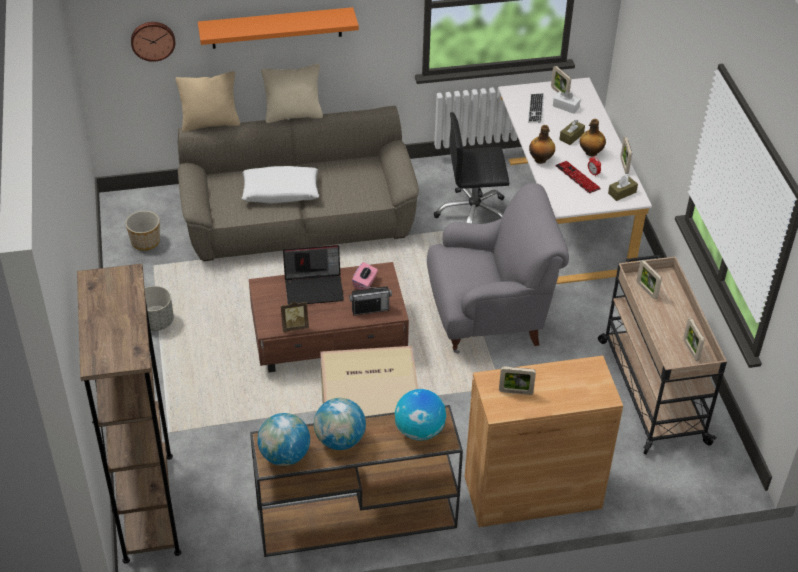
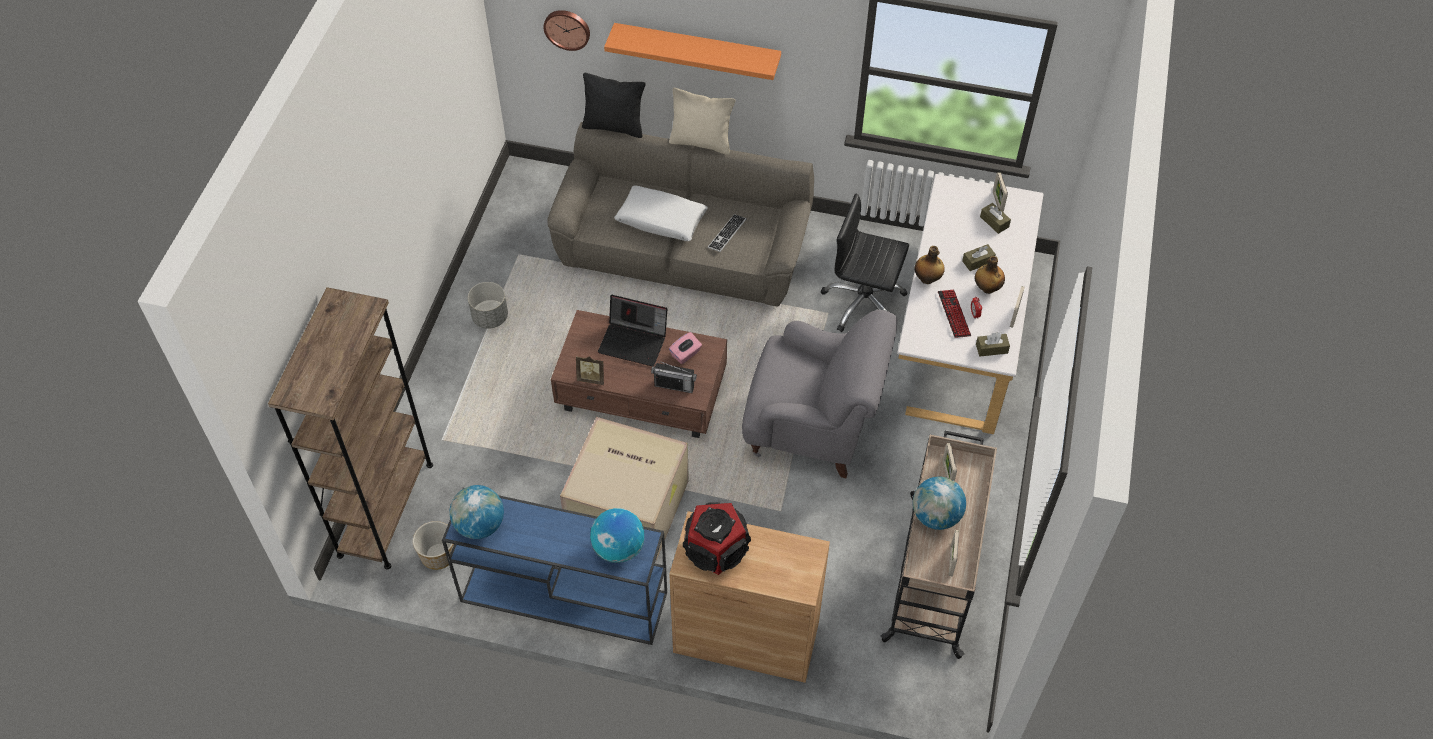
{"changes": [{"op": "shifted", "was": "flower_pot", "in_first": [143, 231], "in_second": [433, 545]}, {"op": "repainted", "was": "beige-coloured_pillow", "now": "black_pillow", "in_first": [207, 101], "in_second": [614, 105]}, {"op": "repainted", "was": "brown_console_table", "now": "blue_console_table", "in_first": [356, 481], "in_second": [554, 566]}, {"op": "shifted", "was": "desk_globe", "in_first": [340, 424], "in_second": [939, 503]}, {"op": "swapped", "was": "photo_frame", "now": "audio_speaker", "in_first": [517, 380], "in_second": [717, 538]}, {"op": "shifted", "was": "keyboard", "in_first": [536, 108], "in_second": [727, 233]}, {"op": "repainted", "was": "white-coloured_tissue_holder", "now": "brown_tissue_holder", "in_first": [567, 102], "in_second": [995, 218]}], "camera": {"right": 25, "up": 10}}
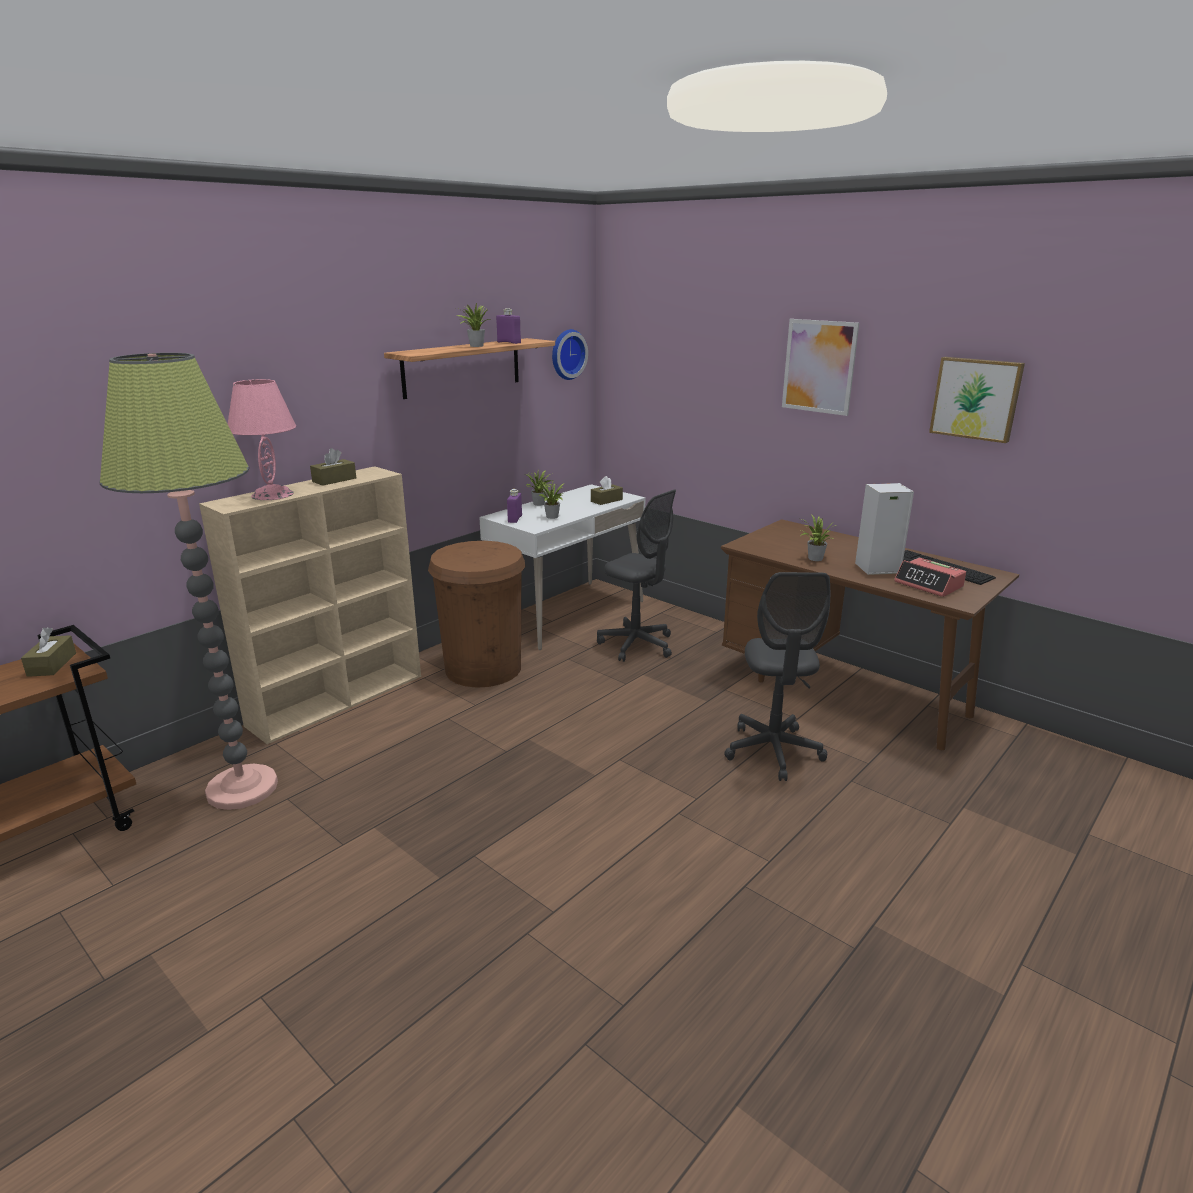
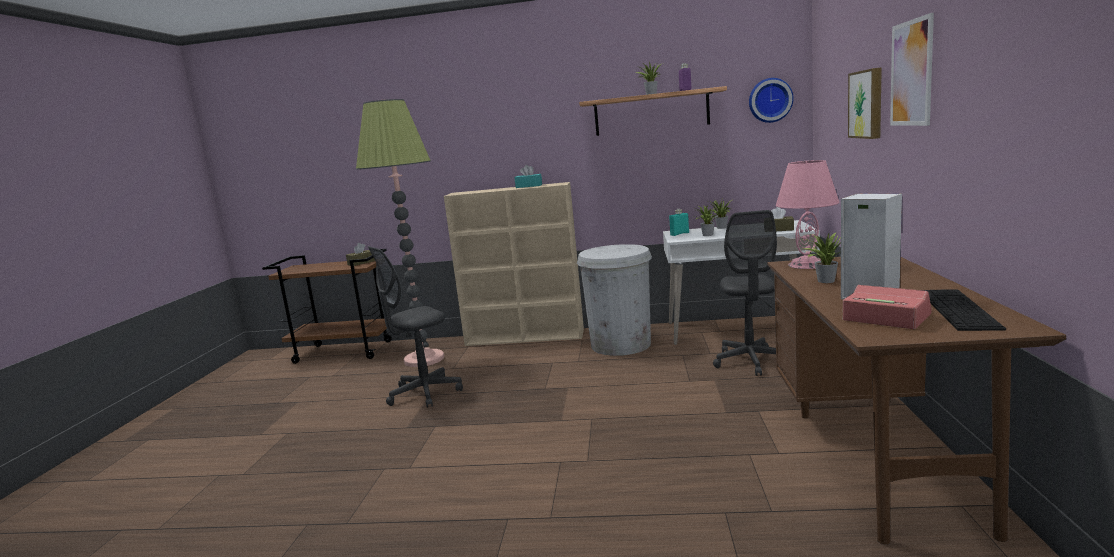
{"changes": [{"op": "shifted", "was": "pink_tabletop_lamp", "in_first": [262, 439], "in_second": [808, 214]}, {"op": "repainted", "was": "brown_tissue_holder", "now": "turquoise-coloured_tissue_holder", "in_first": [333, 467], "in_second": [528, 176]}, {"op": "repainted", "was": "brown_trash_can", "now": "white-coloured_trash_can", "in_first": [476, 614], "in_second": [614, 300]}, {"op": "repainted", "was": "purple_drink_bottle", "now": "turquoise-coloured_drink_bottle", "in_first": [514, 506], "in_second": [679, 222]}, {"op": "shifted", "was": "grey_desk_chair", "in_first": [777, 676], "in_second": [415, 327]}, {"op": "rotated", "was": "table_clock", "in_first": [930, 577], "in_second": [887, 307], "clockwise": 120}, {"op": "shifted", "was": "picture", "in_first": [977, 400], "in_second": [865, 103]}], "camera": {"right": 55, "up": -10}}
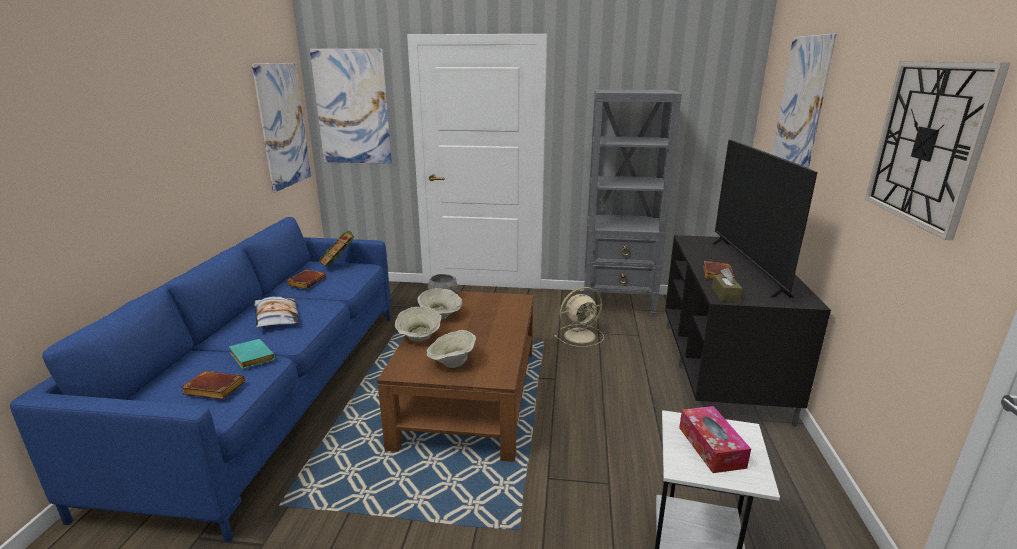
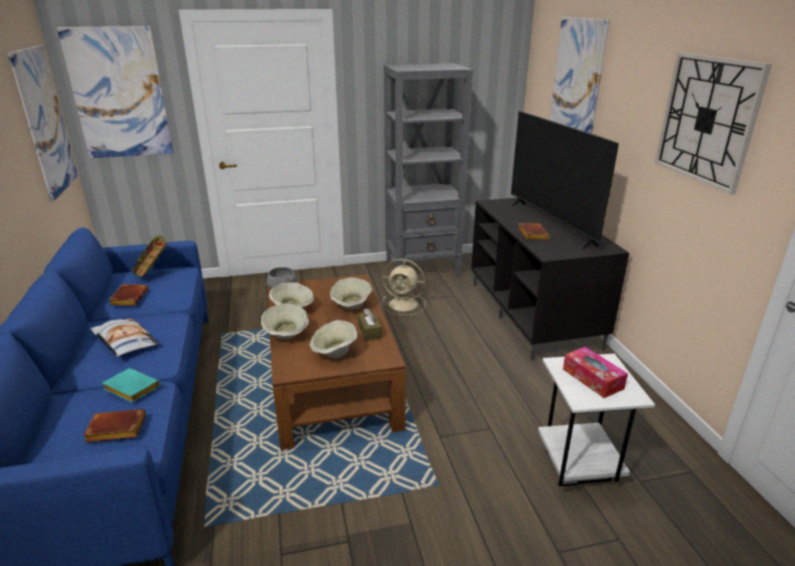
{"changes": [{"op": "rotated", "was": "beige-coloured_cooling_fan", "in_first": [579, 317], "in_second": [404, 287], "clockwise": 60}, {"op": "shifted", "was": "brown_tissue_holder", "in_first": [727, 285], "in_second": [370, 324]}, {"op": "new", "now": "beige-coloured_deep_dish", "in_second": [351, 294]}], "camera": {"right": -20, "up": 5}}
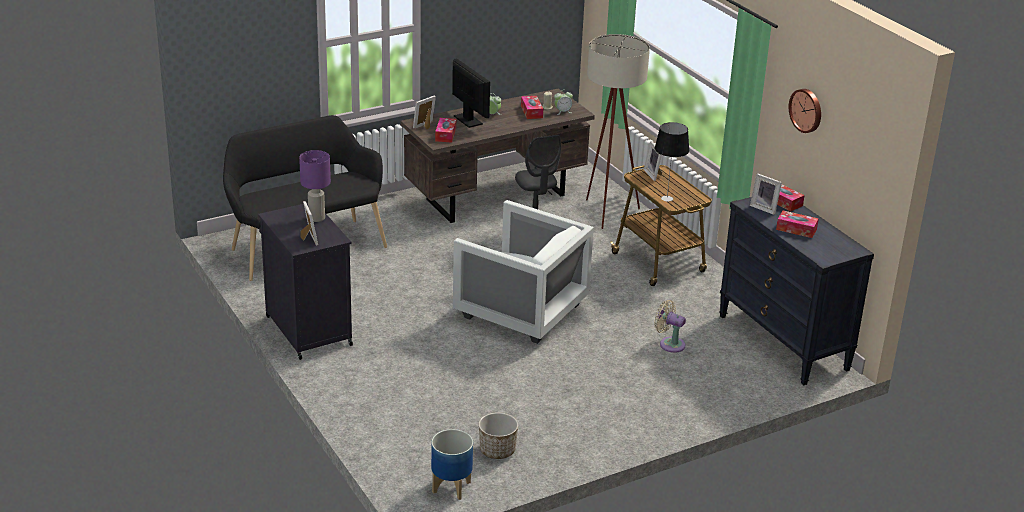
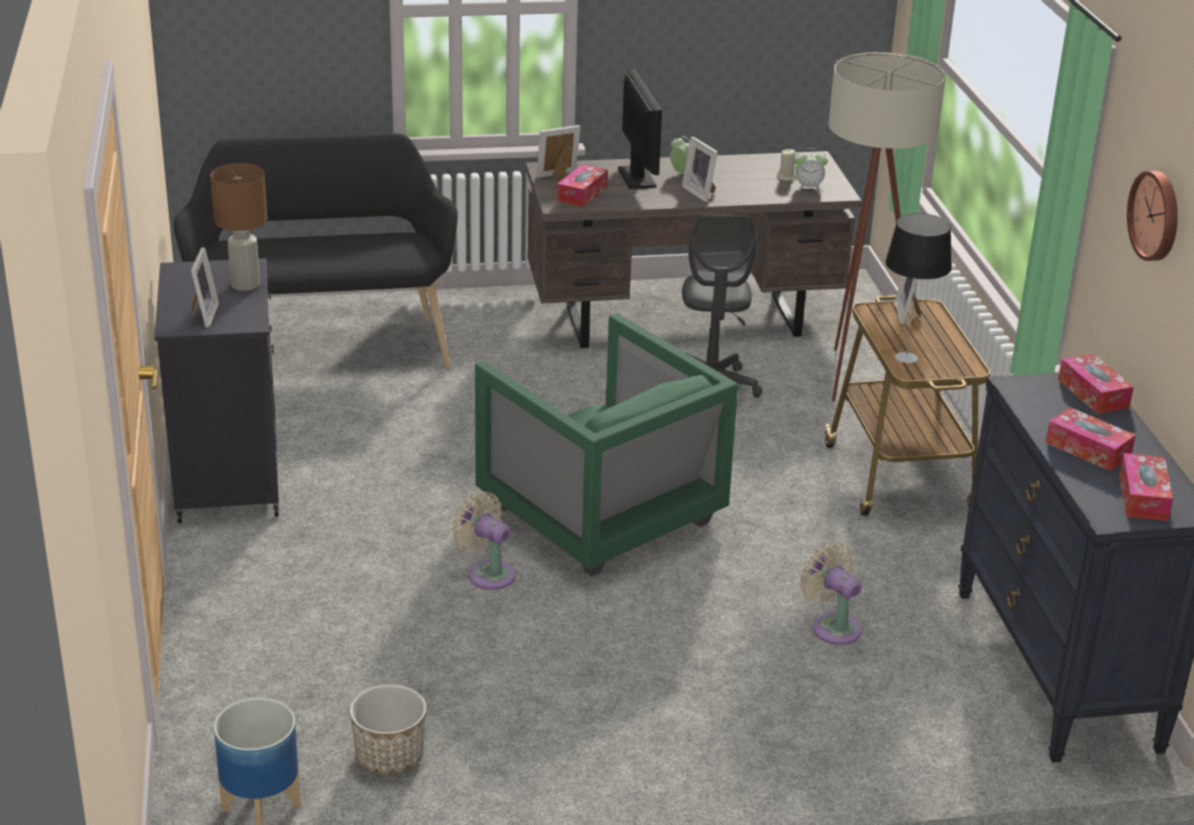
{"changes": [{"op": "repainted", "was": "purple_tabletop_lamp", "now": "brown_tabletop_lamp", "in_first": [315, 186], "in_second": [238, 227]}, {"op": "repainted", "was": "white-coloured_lounge_chair", "now": "green-coloured_lounge_chair", "in_first": [523, 272], "in_second": [606, 444]}, {"op": "shifted", "was": "tissue_holder", "in_first": [532, 107], "in_second": [1146, 487]}, {"op": "shifted", "was": "photo_frame", "in_first": [766, 194], "in_second": [700, 169]}, {"op": "new", "now": "beige-coloured_cooling_fan", "in_second": [483, 540]}], "camera": {"right": 20, "up": 0}}
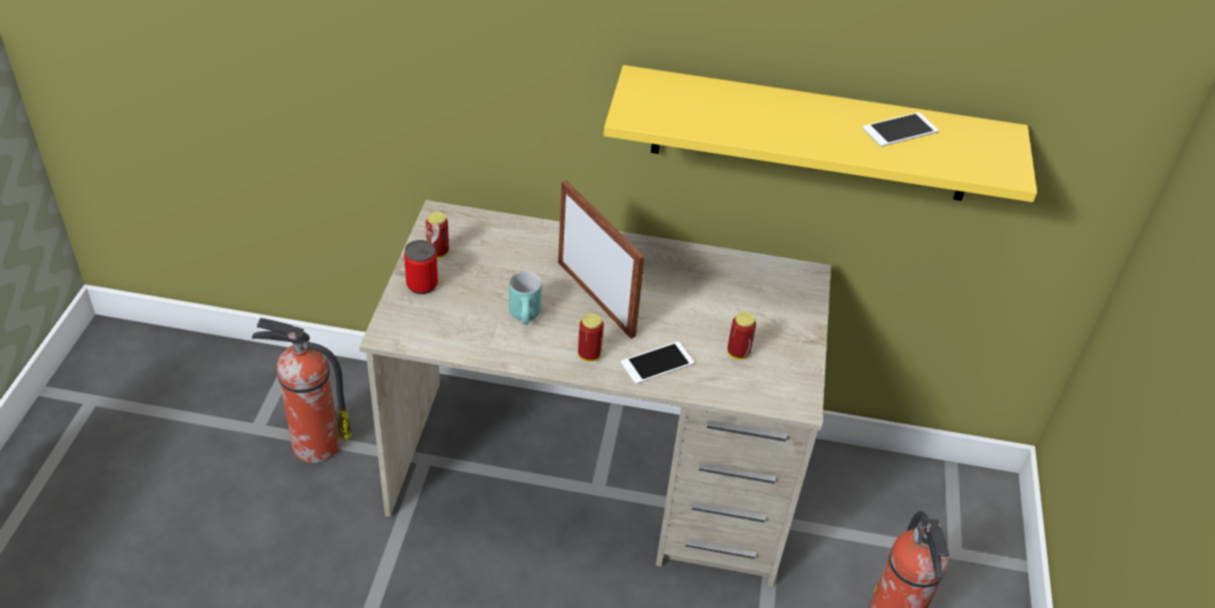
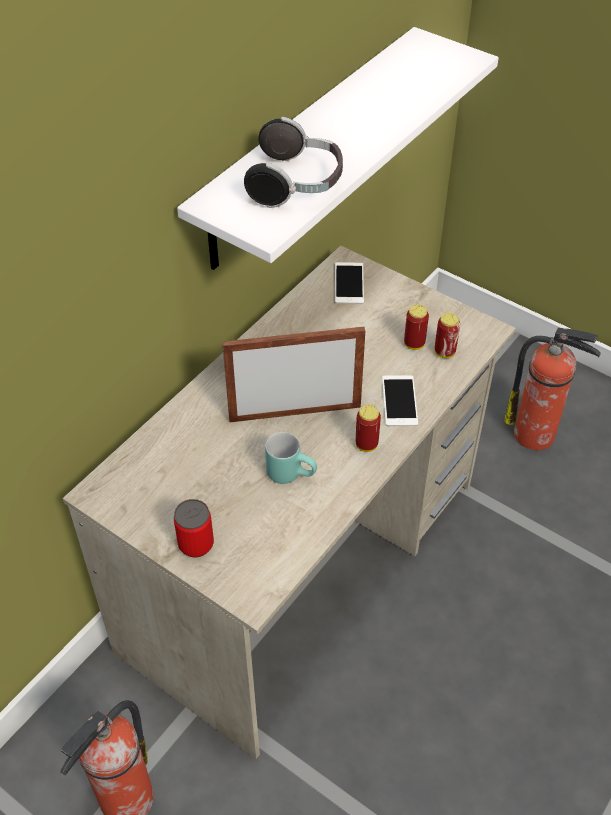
{"changes": [{"op": "shifted", "was": "can", "in_first": [437, 235], "in_second": [447, 335]}, {"op": "repainted", "was": "yellow_bracket_shelf", "now": "white-coloured_bracket_shelf", "in_first": [820, 133], "in_second": [338, 148]}, {"op": "shifted", "was": "handset", "in_first": [900, 129], "in_second": [349, 283]}, {"op": "new", "now": "headset", "in_second": [293, 162]}], "camera": {"right": -60, "up": 5}}
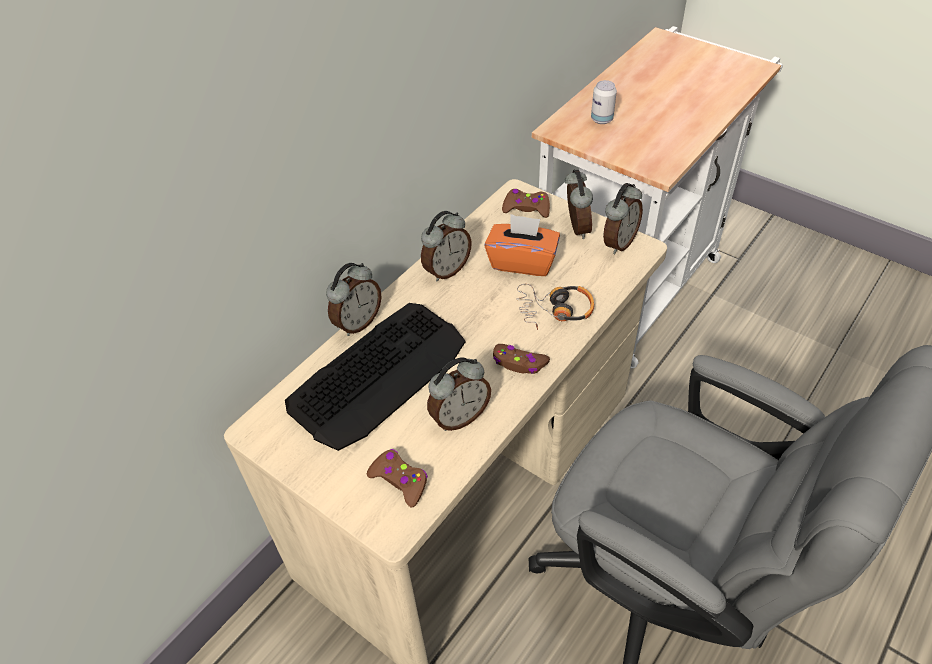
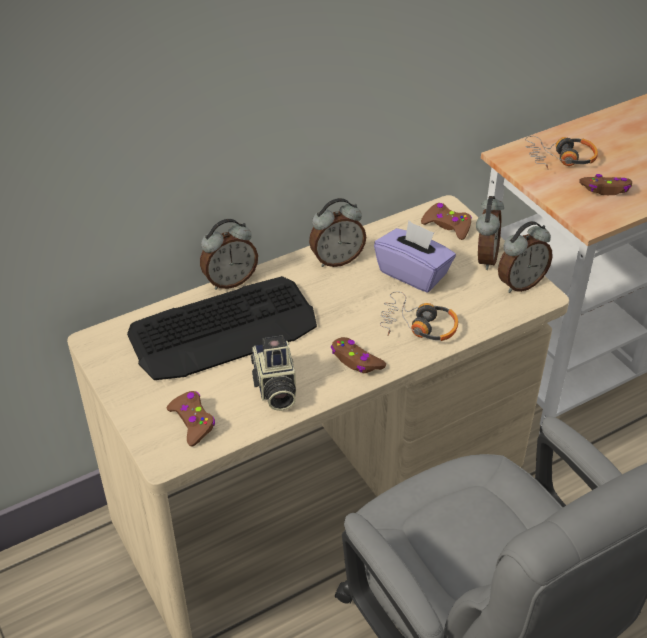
{"changes": [{"op": "swapped", "was": "table_clock", "now": "still_camera", "in_first": [459, 394], "in_second": [273, 373]}, {"op": "repainted", "was": "orange-coloured_tissue_holder", "now": "purple_tissue_holder", "in_first": [522, 245], "in_second": [415, 256]}, {"op": "swapped", "was": "can", "now": "headset", "in_first": [604, 102], "in_second": [561, 152]}, {"op": "new", "now": "brown_game_controller", "in_second": [605, 184]}], "camera": {"right": 20, "up": -5}}
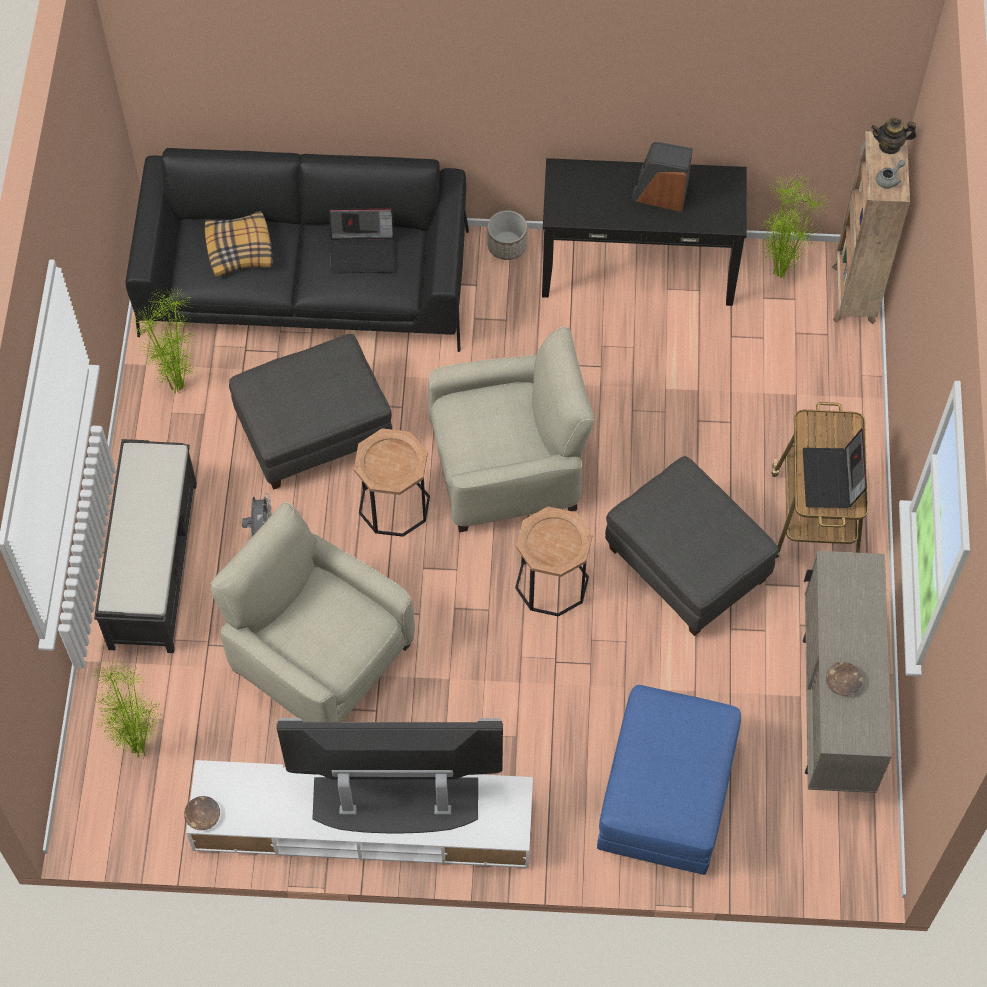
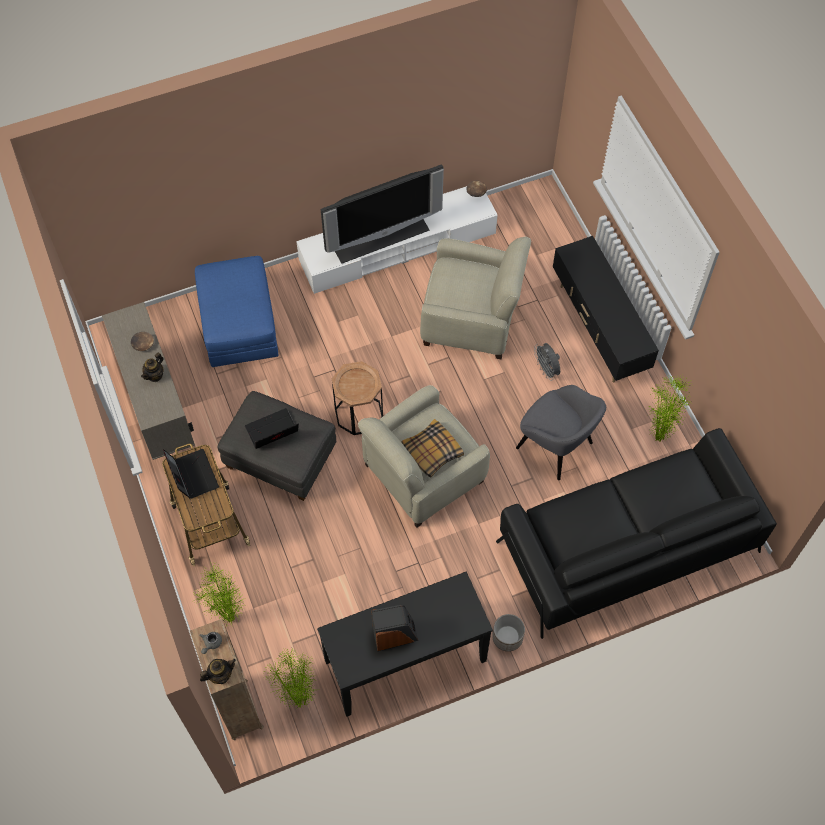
{"changes": [{"op": "shifted", "was": "potted_plant", "in_first": [127, 709], "in_second": [219, 595]}, {"op": "swapped", "was": "black_long_seat", "now": "black_tv_stand", "in_first": [145, 546], "in_second": [606, 309]}, {"op": "shifted", "was": "pillow", "in_first": [239, 244], "in_second": [432, 448]}, {"op": "swapped", "was": "grey_pouffe", "now": "grey_lounge_chair", "in_first": [310, 412], "in_second": [561, 432]}, {"op": "shifted", "was": "notebook_computer", "in_first": [361, 240], "in_second": [272, 428]}, {"op": "gone", "was": "brown_end_table", "in_first": [392, 482]}, {"op": "new", "now": "pot_for_tea", "in_second": [152, 367]}], "camera": {"right": 155, "up": 0}}
